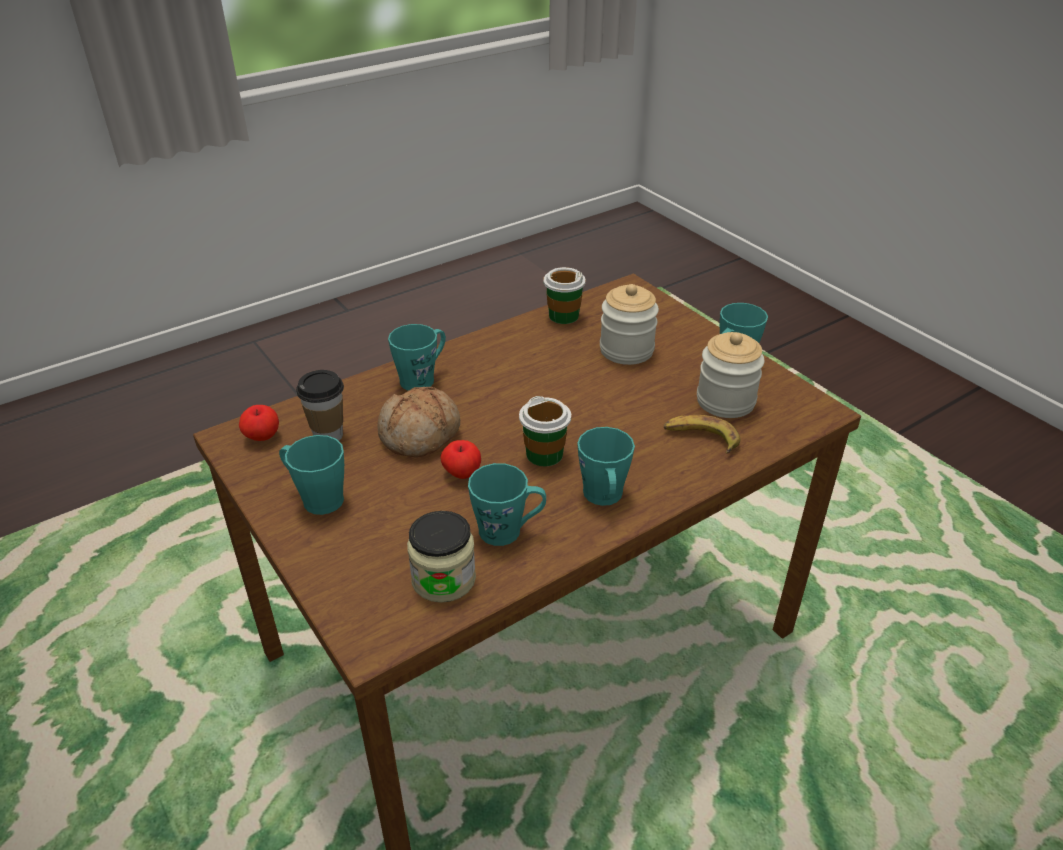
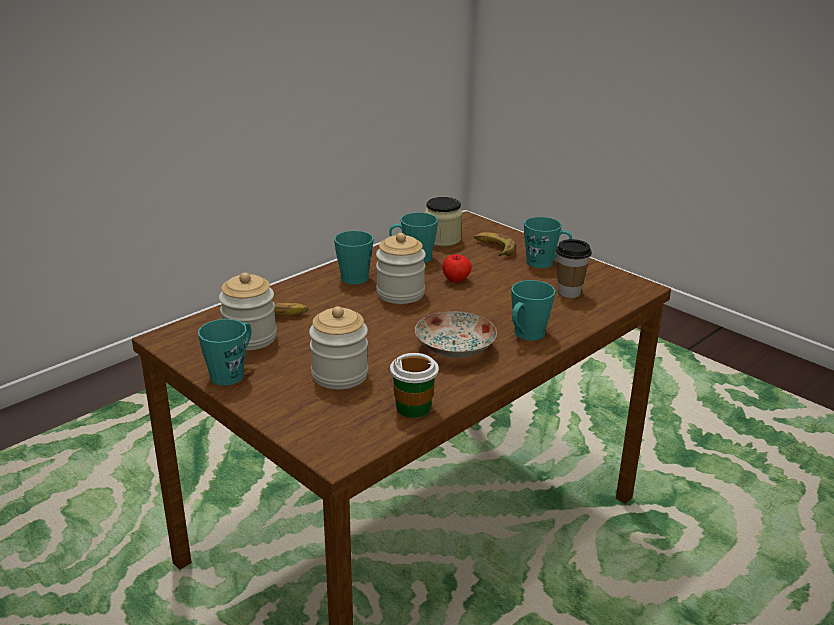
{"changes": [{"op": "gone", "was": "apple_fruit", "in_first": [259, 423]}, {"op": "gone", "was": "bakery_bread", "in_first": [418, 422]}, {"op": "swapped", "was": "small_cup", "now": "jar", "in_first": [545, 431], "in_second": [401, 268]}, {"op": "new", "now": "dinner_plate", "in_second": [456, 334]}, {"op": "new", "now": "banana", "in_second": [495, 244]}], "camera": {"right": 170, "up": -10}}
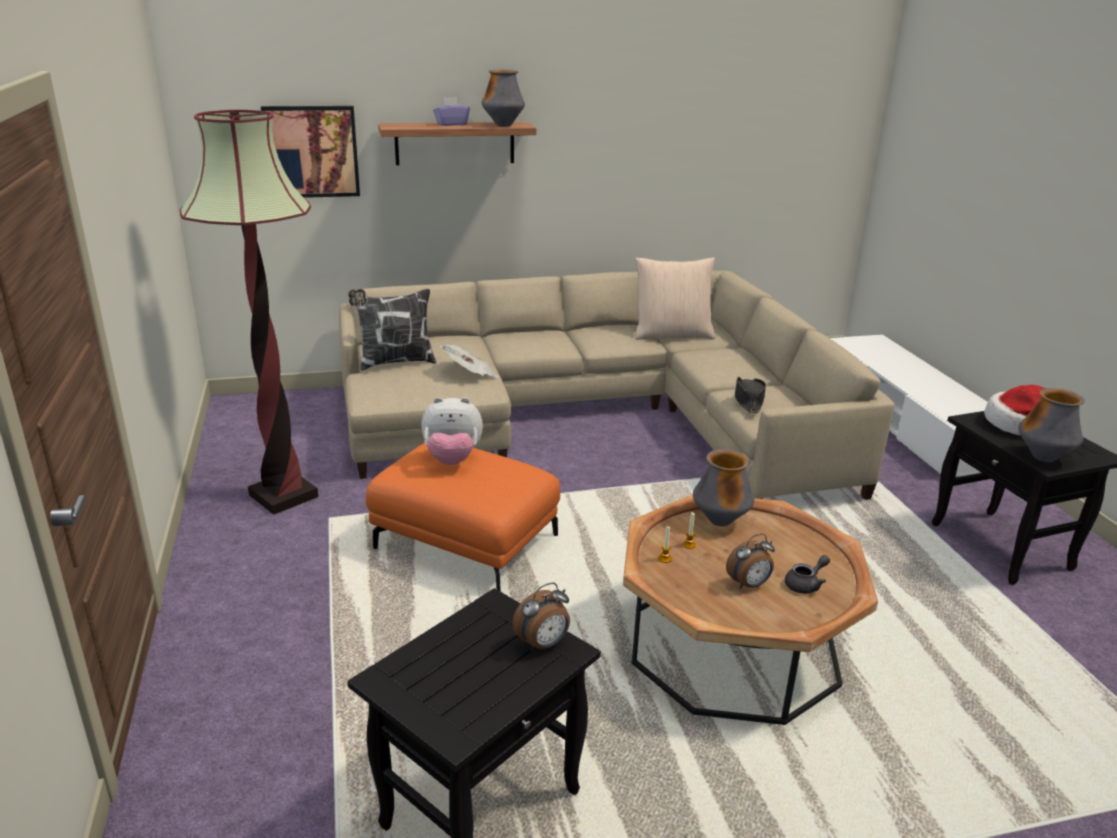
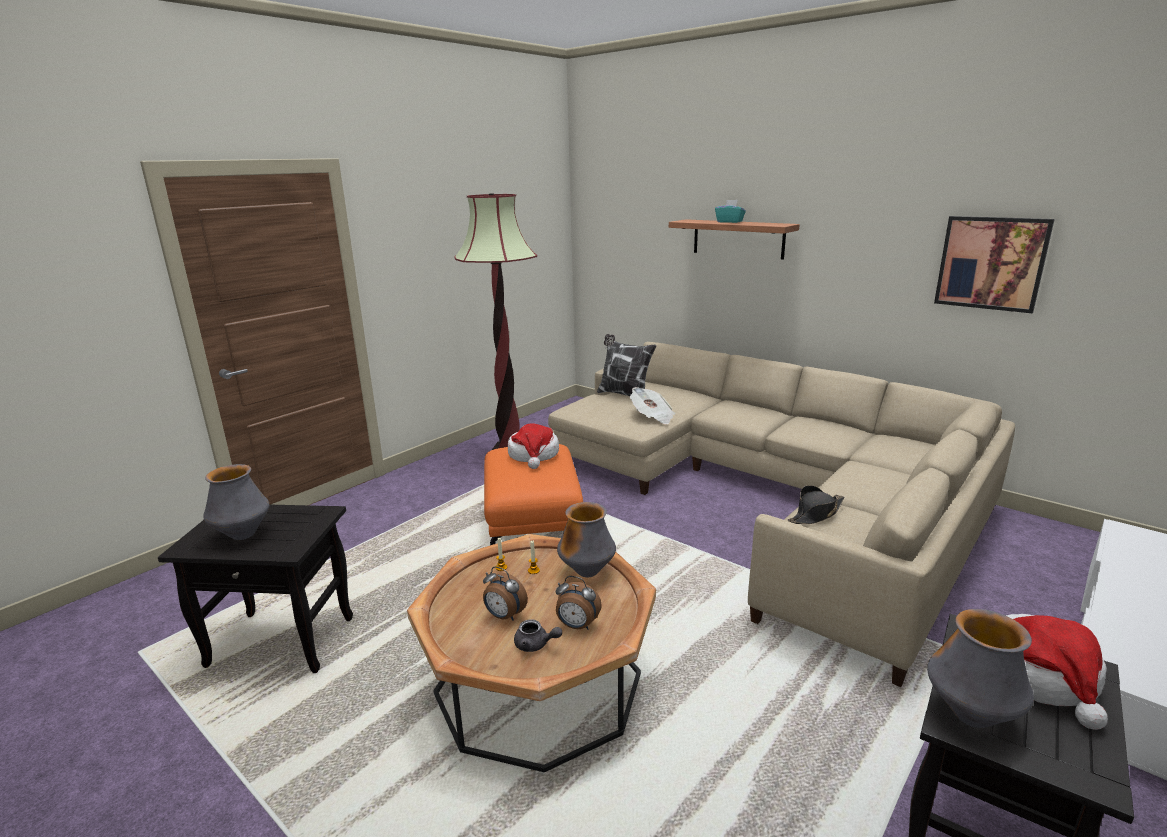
{"changes": [{"op": "shifted", "was": "picture", "in_first": [310, 152], "in_second": [994, 264]}, {"op": "swapped", "was": "plush_toy", "now": "clothing_hat", "in_first": [452, 431], "in_second": [533, 446]}, {"op": "repainted", "was": "purple_tissue_holder", "now": "turquoise-coloured_tissue_holder", "in_first": [451, 111], "in_second": [730, 211]}, {"op": "shifted", "was": "flower_vase", "in_first": [503, 98], "in_second": [236, 502]}, {"op": "shifted", "was": "table_clock", "in_first": [541, 616], "in_second": [579, 602]}, {"op": "gone", "was": "beige-coloured_pillow", "in_first": [675, 298]}], "camera": {"right": 55, "up": -5}}
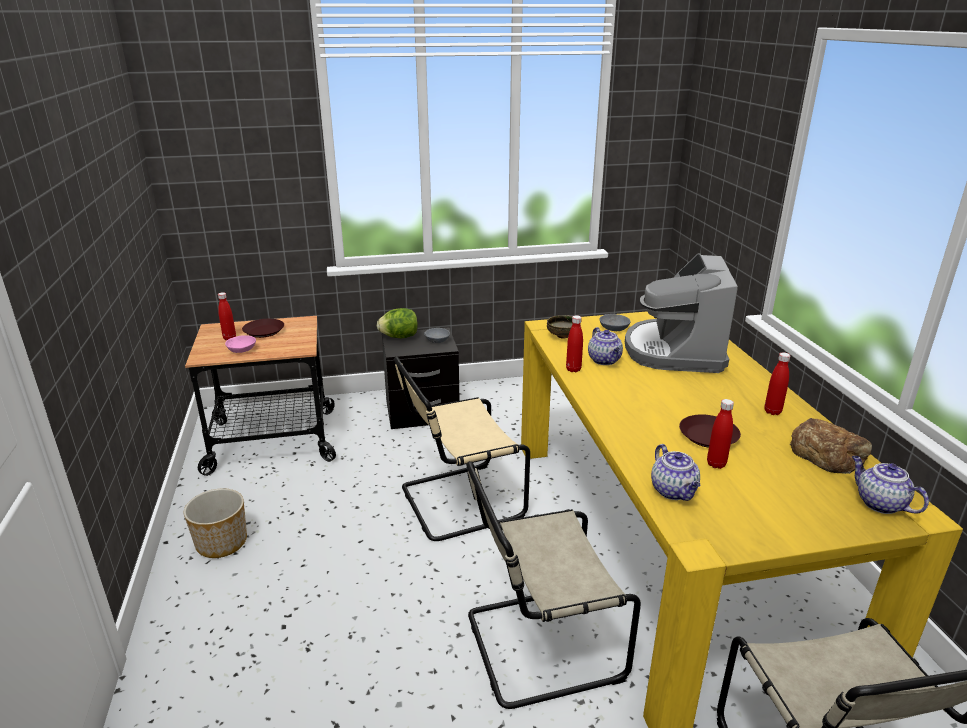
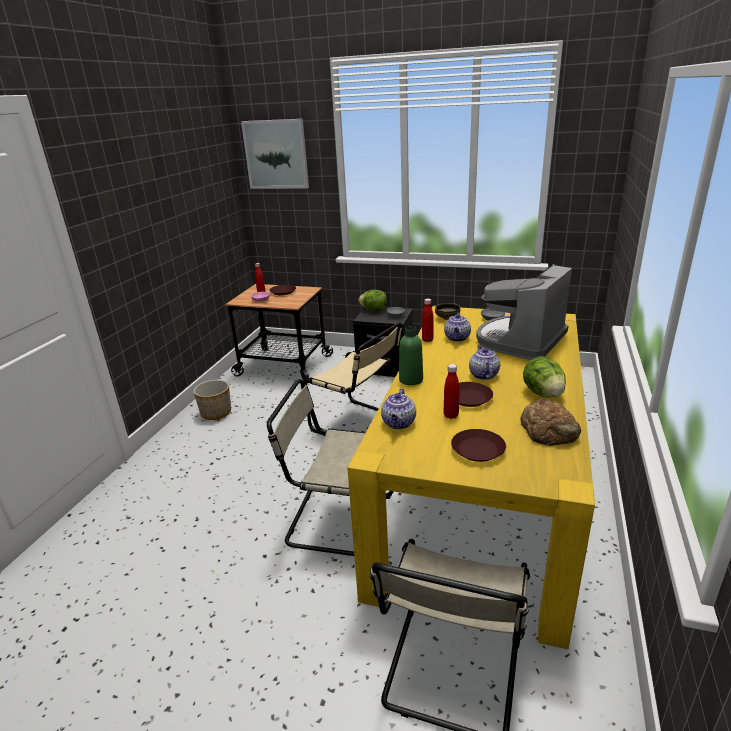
{"changes": [{"op": "rotated", "was": "beige-coloured_plain_chair", "in_first": [462, 449], "in_second": [353, 379], "clockwise": -150}, {"op": "swapped", "was": "red-coloured_drink_bottle", "now": "lettuce_head", "in_first": [778, 383], "in_second": [544, 377]}, {"op": "shifted", "was": "pot_for_tea", "in_first": [890, 485], "in_second": [484, 362]}, {"op": "new", "now": "picture", "in_second": [275, 154]}, {"op": "new", "now": "green-coloured_drink_bottle", "in_second": [411, 355]}, {"op": "new", "now": "brown_dinner_plate", "in_second": [478, 445]}], "camera": {"right": 30, "up": 0}}
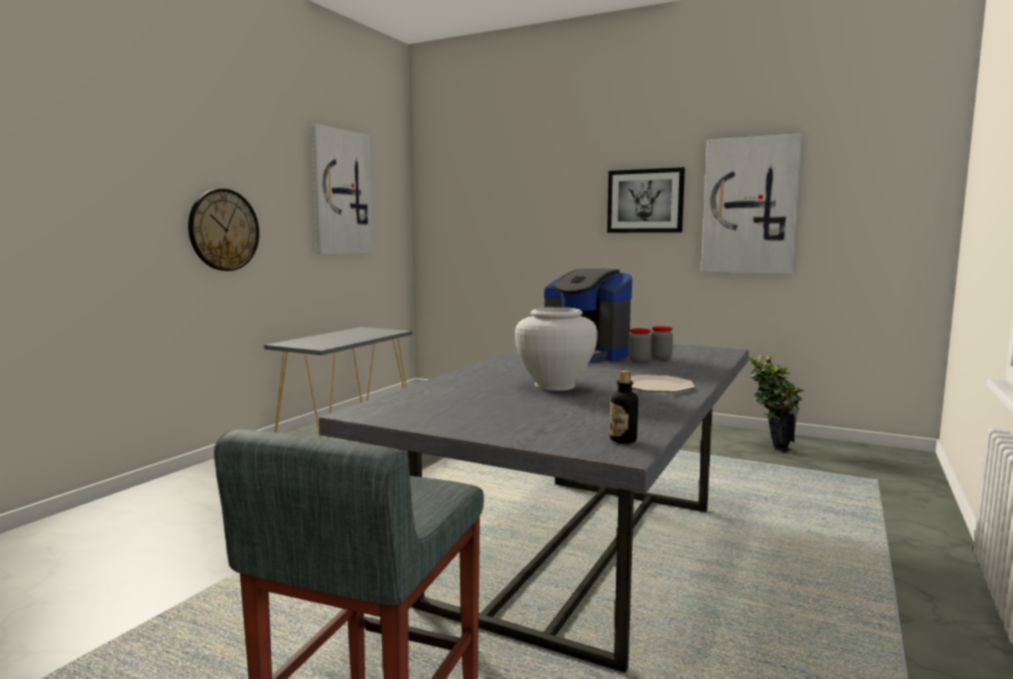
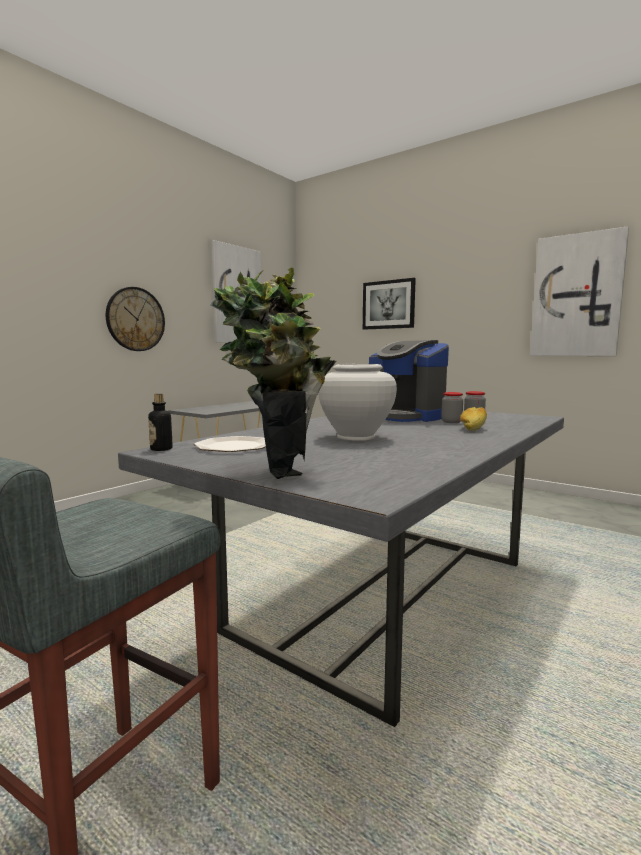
{"changes": [{"op": "shifted", "was": "picture", "in_first": [646, 200], "in_second": [389, 304]}, {"op": "shifted", "was": "drink_bottle", "in_first": [624, 406], "in_second": [160, 422]}, {"op": "shifted", "was": "dinner_plate", "in_first": [662, 383], "in_second": [230, 444]}, {"op": "shifted", "was": "potted_plant", "in_first": [776, 403], "in_second": [274, 373]}, {"op": "new", "now": "bakery_bread", "in_second": [473, 419]}], "camera": {"right": 10, "up": 0}}
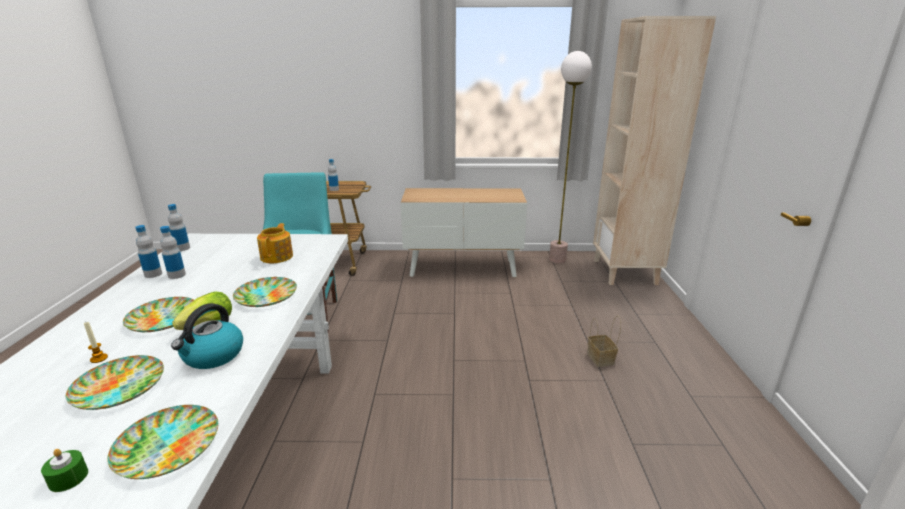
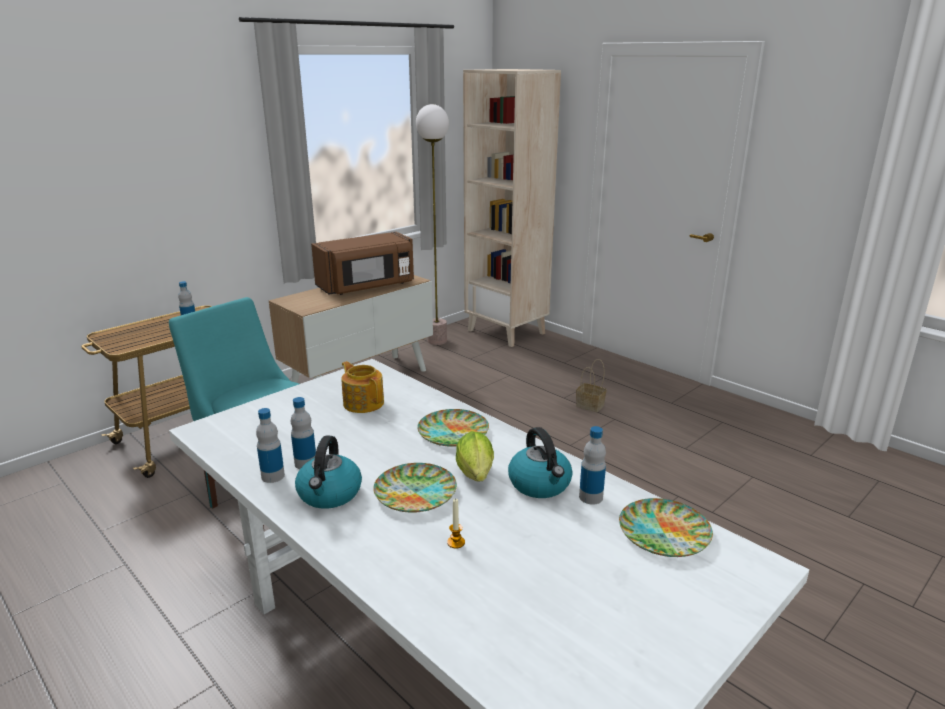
{"changes": [{"op": "gone", "was": "green-coloured_wax_candle", "in_first": [64, 470]}, {"op": "gone", "was": "dinner_plate", "in_first": [115, 382]}, {"op": "shifted", "was": "drink_bottle", "in_first": [179, 227], "in_second": [592, 465]}, {"op": "new", "now": "water_kettle", "in_second": [328, 472]}, {"op": "new", "now": "brown_microwave", "in_second": [362, 263]}], "camera": {"right": -45, "up": 0}}
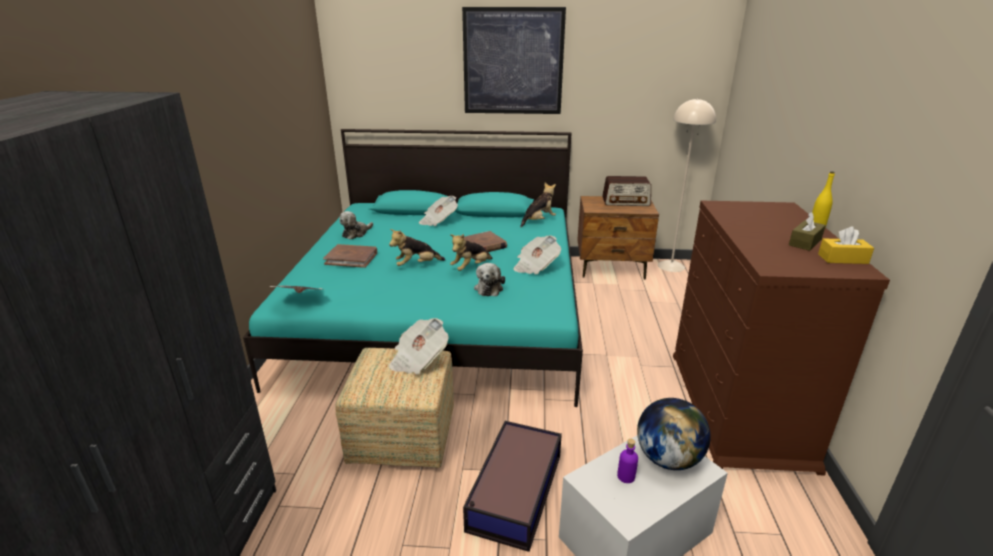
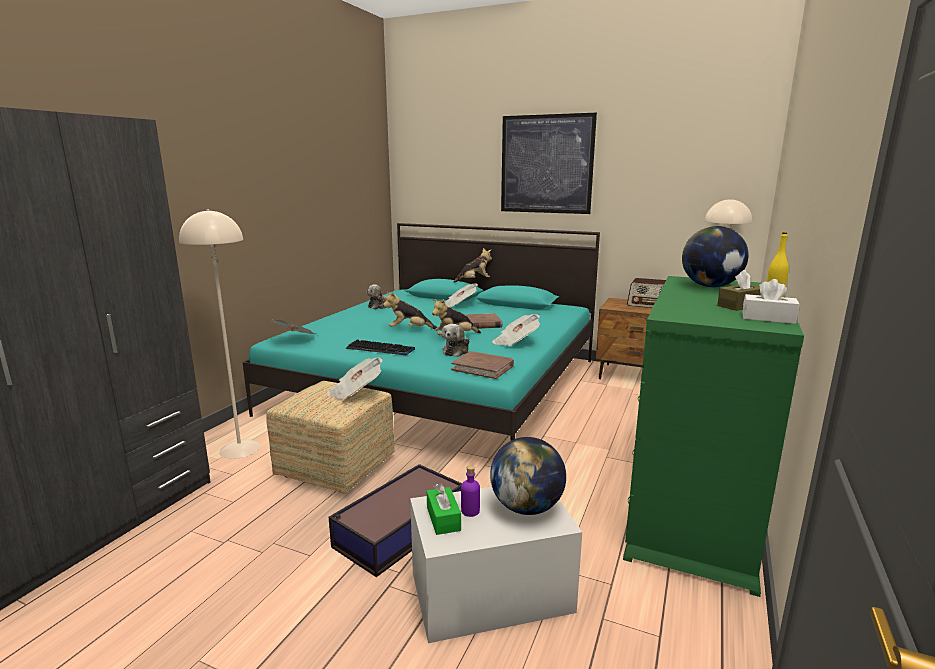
{"changes": [{"op": "shifted", "was": "brown_bound_book", "in_first": [350, 256], "in_second": [482, 365]}, {"op": "shifted", "was": "plush_toy", "in_first": [538, 205], "in_second": [472, 265]}, {"op": "repainted", "was": "brown_drawer_chest", "now": "green-coloured_drawer_chest", "in_first": [781, 338], "in_second": [713, 436]}, {"op": "repainted", "was": "yellow_tissue_holder", "now": "white-coloured_tissue_holder", "in_first": [846, 245], "in_second": [771, 301]}, {"op": "new", "now": "beige-coloured_standing_lamp", "in_second": [219, 334]}, {"op": "new", "now": "keyboard", "in_second": [380, 347]}, {"op": "new", "now": "green-coloured_tissue_holder", "in_second": [444, 509]}, {"op": "new", "now": "desk_globe", "in_second": [715, 256]}], "camera": {"right": 20, "up": -10}}
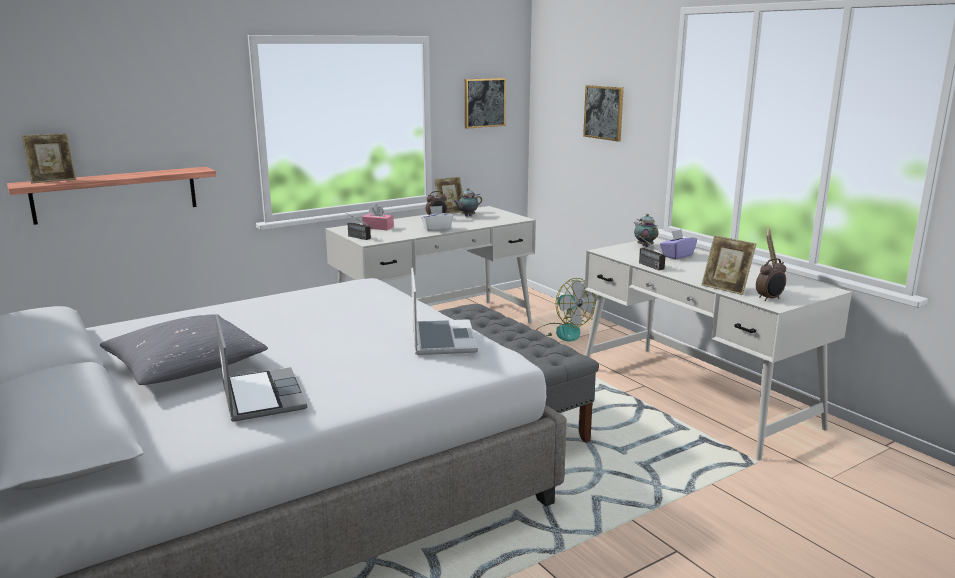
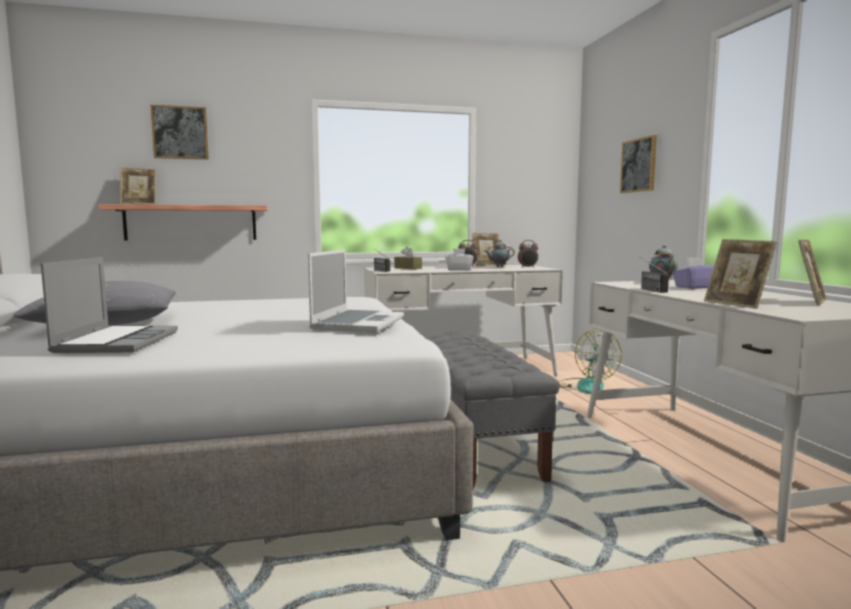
{"changes": [{"op": "repainted", "was": "pink_tissue_holder", "now": "brown_tissue_holder", "in_first": [378, 217], "in_second": [408, 257]}, {"op": "shifted", "was": "picture", "in_first": [485, 103], "in_second": [180, 132]}, {"op": "shifted", "was": "table_clock", "in_first": [771, 279], "in_second": [528, 254]}], "camera": {"right": 20, "up": -10}}
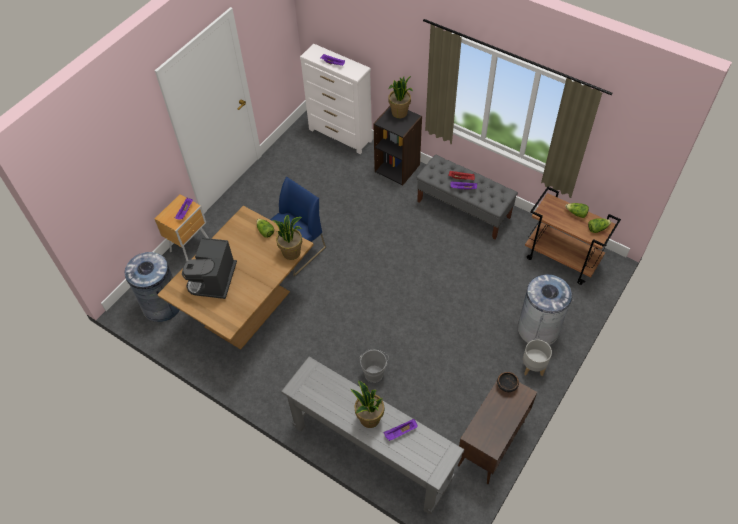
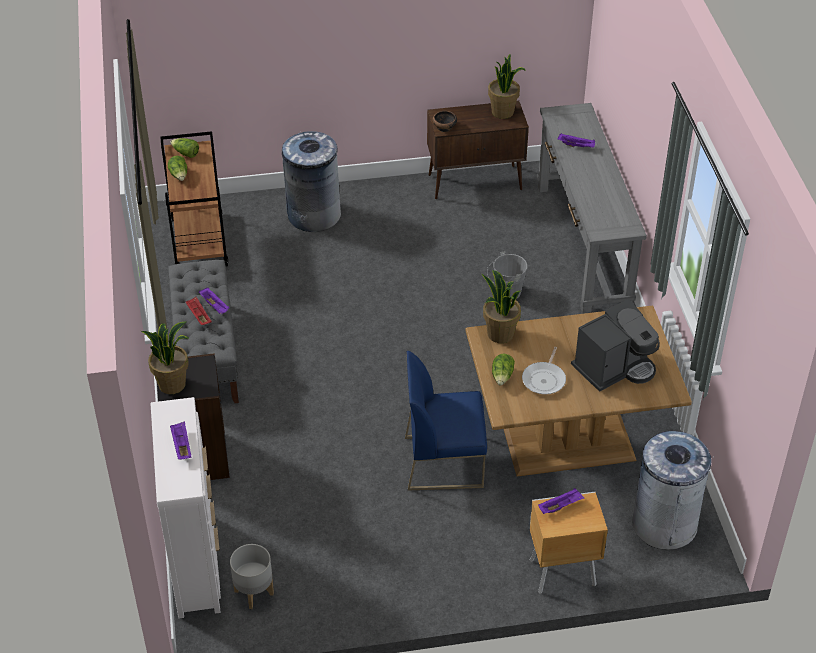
{"changes": [{"op": "shifted", "was": "potted_plant", "in_first": [367, 404], "in_second": [507, 86]}, {"op": "shifted", "was": "grey_flower_pot", "in_first": [537, 358], "in_second": [252, 576]}, {"op": "new", "now": "pan", "in_second": [544, 371]}], "camera": {"right": -135, "up": -10}}
